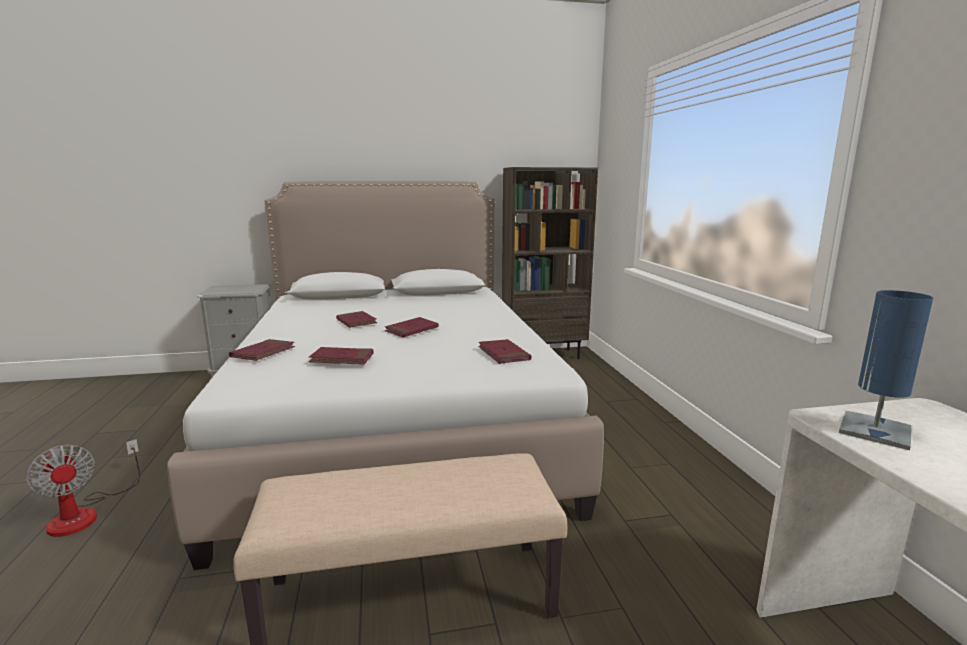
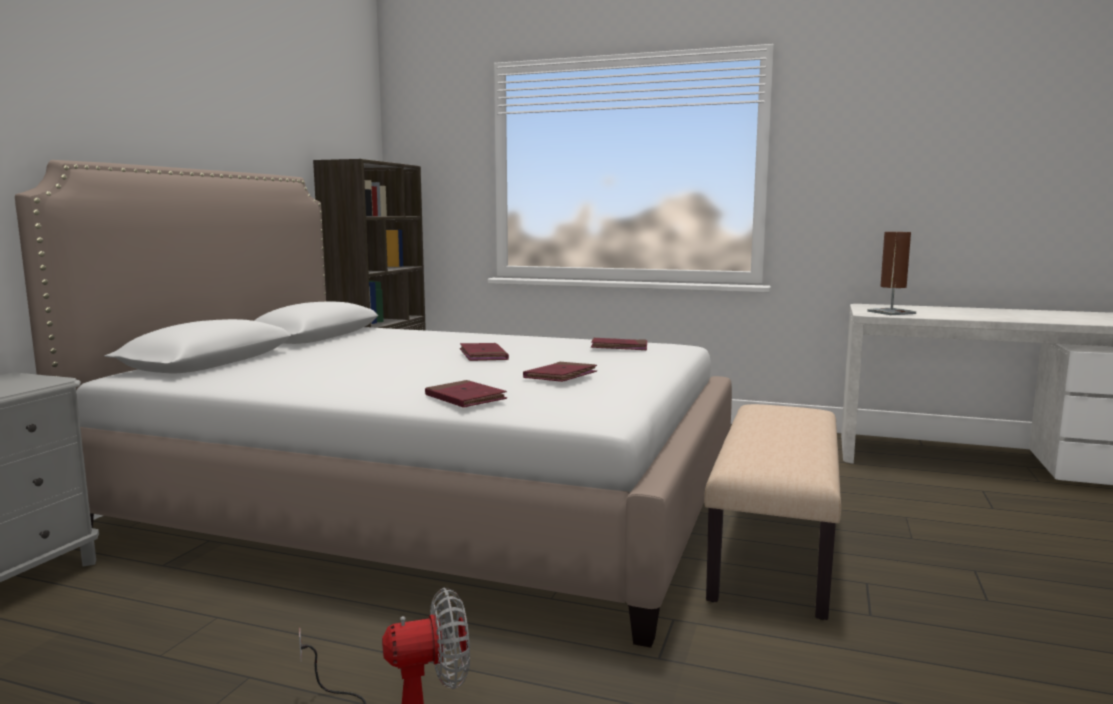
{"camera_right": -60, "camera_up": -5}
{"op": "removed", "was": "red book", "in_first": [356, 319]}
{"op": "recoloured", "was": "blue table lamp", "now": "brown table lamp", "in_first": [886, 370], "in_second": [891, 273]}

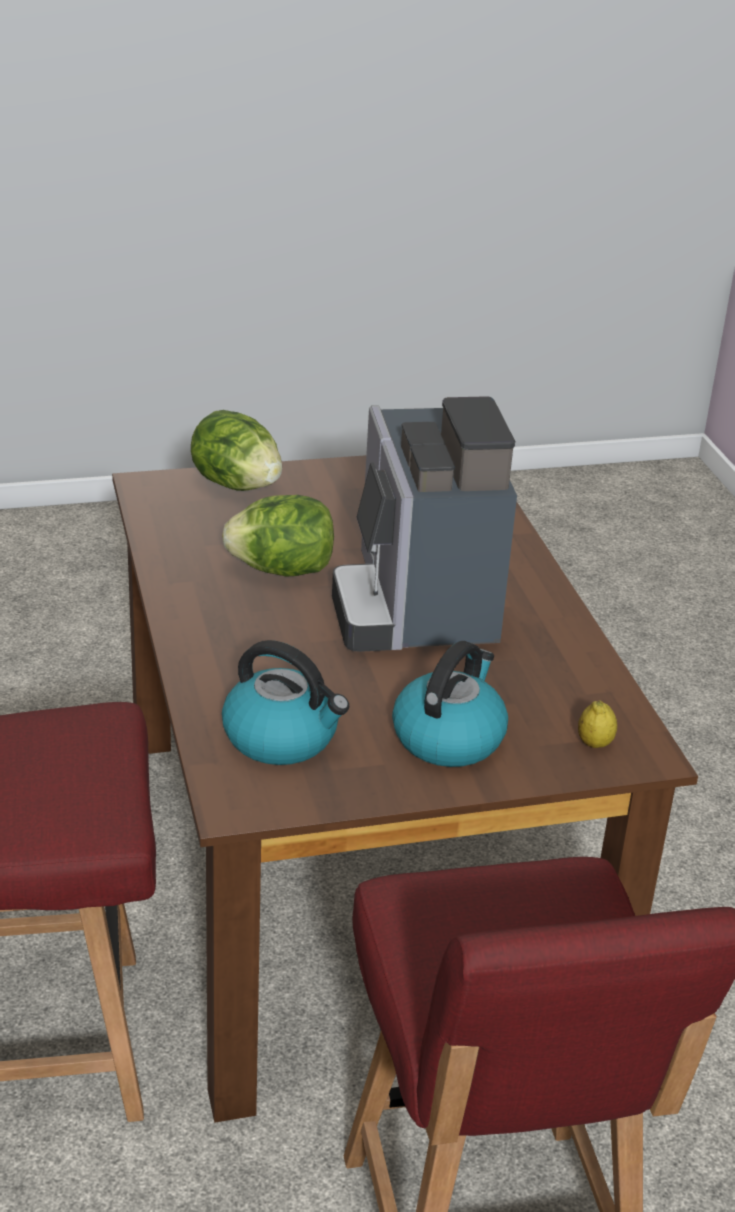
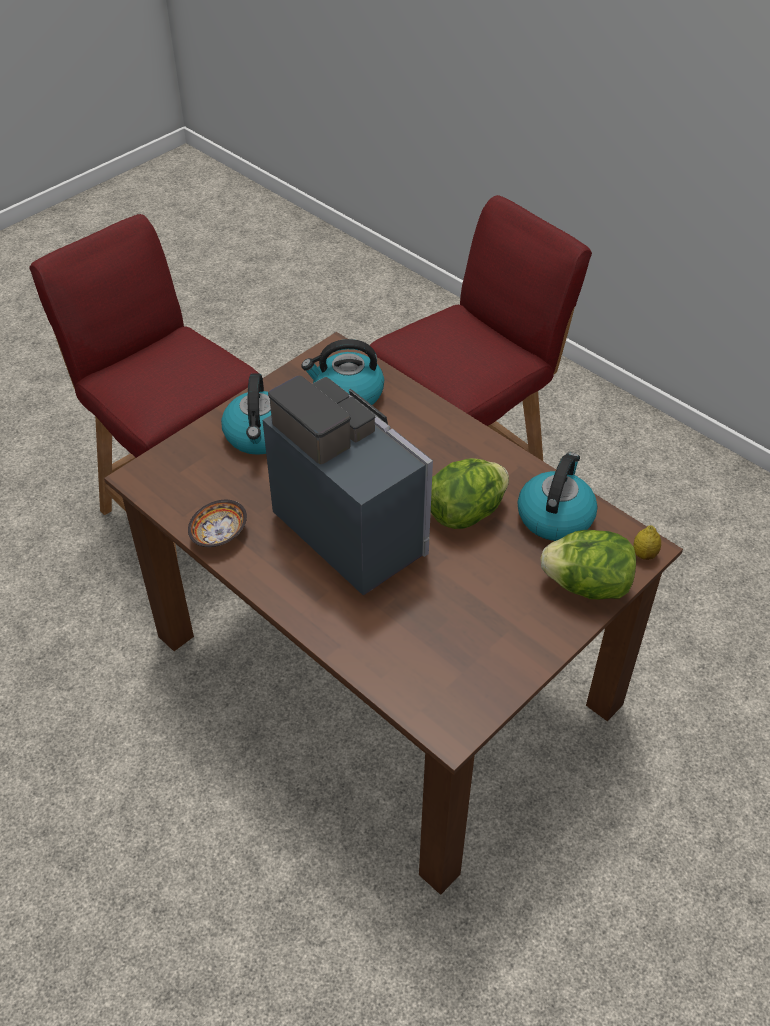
{"camera_right": 150, "camera_up": 15}
{"op": "added", "now": "bowl", "in_second": [217, 523]}
{"op": "added", "now": "kettle", "in_second": [557, 496]}
{"op": "moved", "was": "lemon", "in_first": [597, 724], "in_second": [647, 543]}

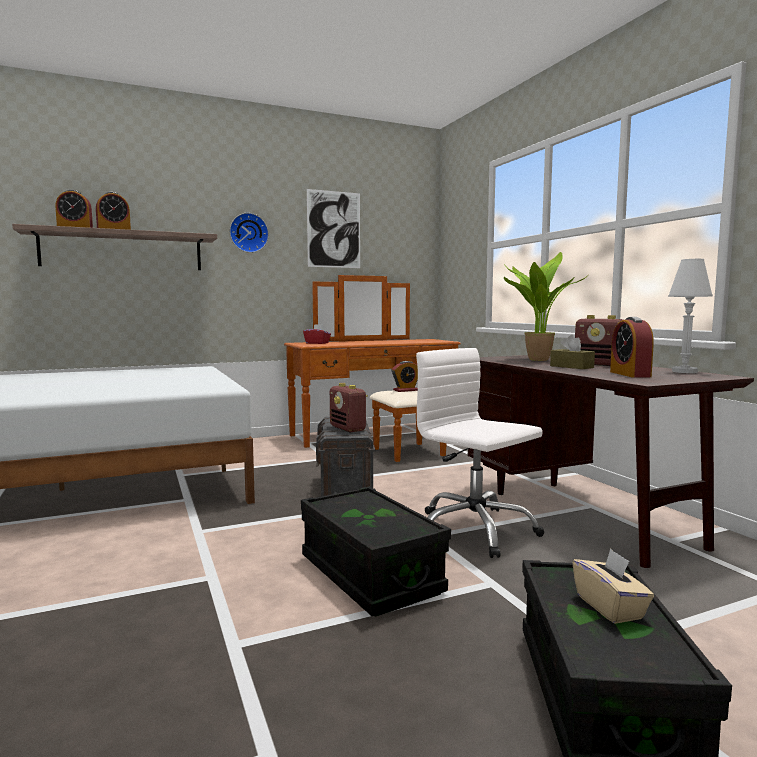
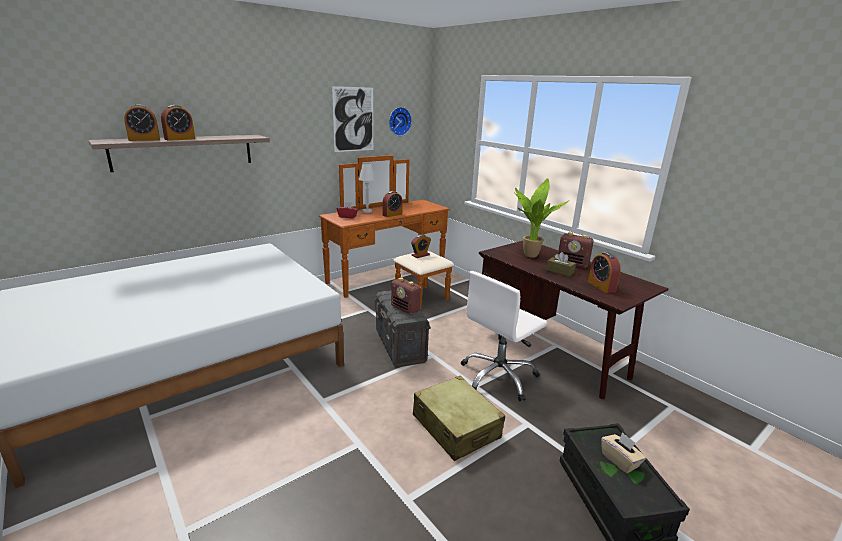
{"camera_right": -15, "camera_up": 15}
{"op": "added", "now": "alarm clock", "in_second": [393, 204]}
{"op": "moved", "was": "wall clock", "in_first": [249, 233], "in_second": [400, 121]}
{"op": "moved", "was": "white table lamp", "in_first": [690, 316], "in_second": [367, 188]}
{"op": "replaced", "was": "black storage box", "now": "beige suitcase", "in_first": [376, 551], "in_second": [459, 418]}
{"op": "turned", "was": "white office chair", "in_first": [480, 453], "in_second": [504, 336], "clockwise": -75}

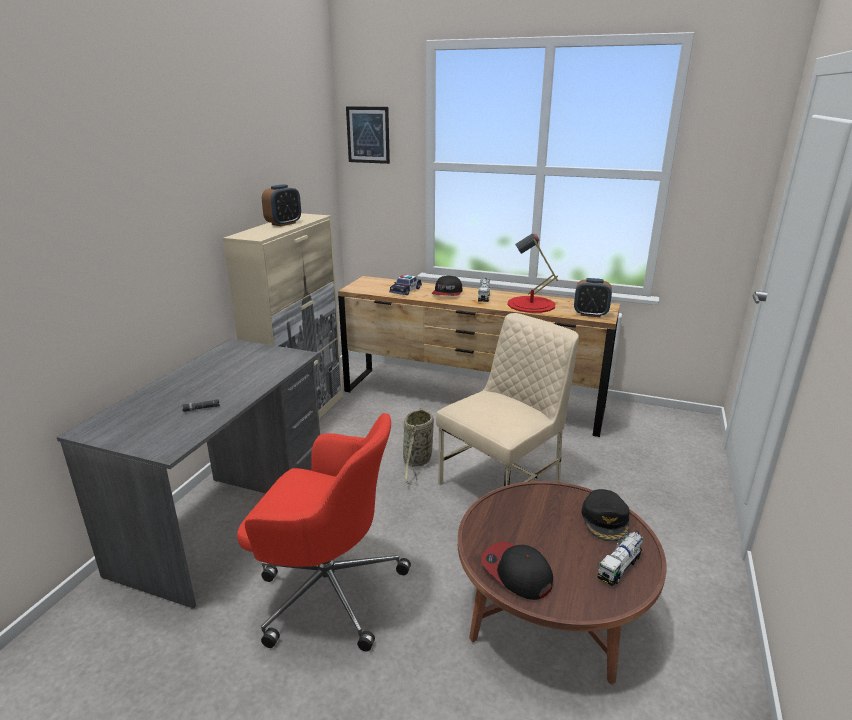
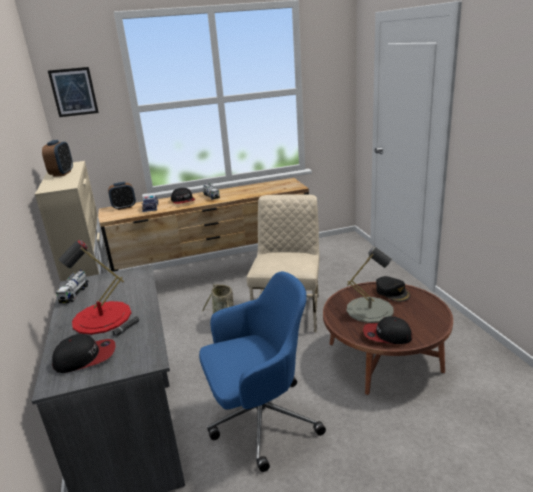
{"camera_right": -35, "camera_up": 0}
{"op": "added", "now": "cap", "in_second": [83, 353]}
{"op": "added", "now": "grey table lamp", "in_second": [370, 285]}
{"op": "moved", "was": "red table lamp", "in_first": [532, 273], "in_second": [94, 287]}
{"op": "moved", "was": "alarm clock", "in_first": [593, 298], "in_second": [122, 196]}
{"op": "moved", "was": "toy truck", "in_first": [620, 558], "in_second": [72, 286]}
{"op": "recoloured", "was": "red office chair", "now": "blue office chair", "in_first": [324, 532], "in_second": [262, 371]}

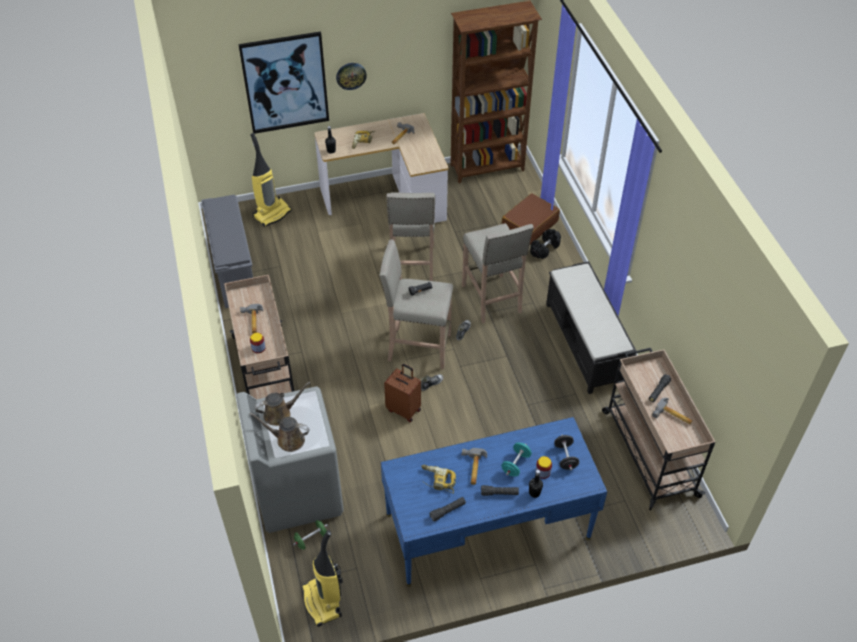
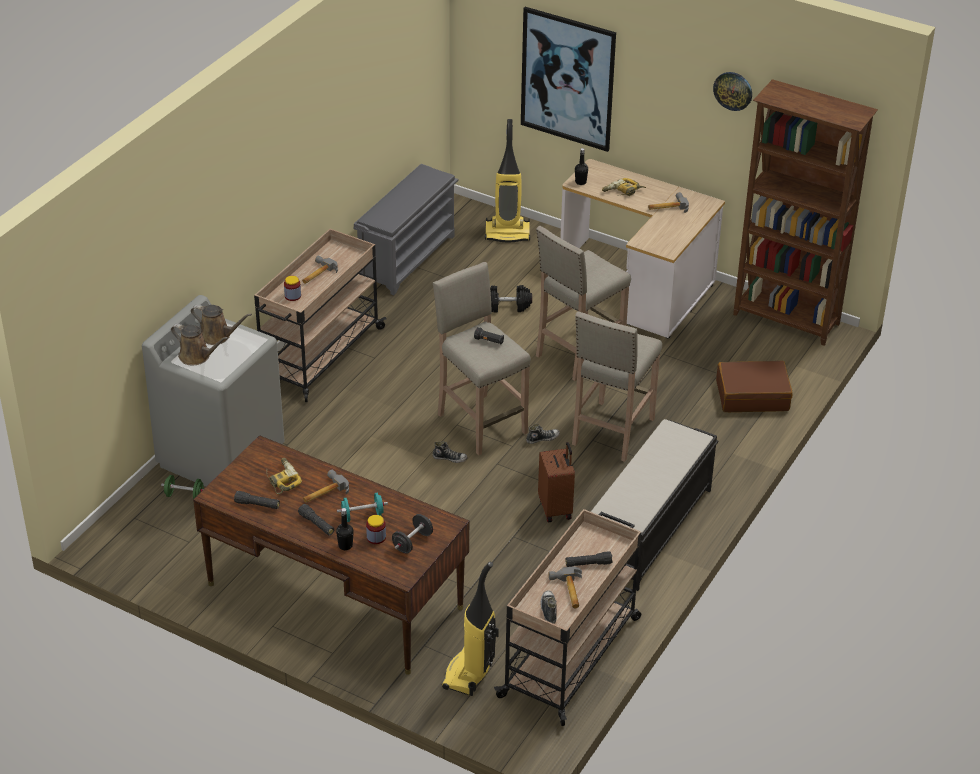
{"camera_right": 45, "camera_up": -10}
{"op": "added", "now": "shoe", "in_second": [548, 607]}
{"op": "moved", "was": "vacuum cleaner", "in_first": [322, 578], "in_second": [470, 628]}
{"op": "moved", "was": "wall clock", "in_first": [351, 76], "in_second": [732, 91]}
{"op": "moved", "was": "brown suitcase", "in_first": [402, 393], "in_second": [556, 482]}
{"op": "moved", "was": "black dumbbell", "in_first": [545, 244], "in_second": [511, 299]}
{"op": "recoloured", "was": "blue desk", "now": "brown desk", "in_first": [494, 502], "in_second": [331, 555]}
{"op": "turned", "was": "brown watering can", "in_first": [279, 432], "in_second": [199, 344], "clockwise": 150}

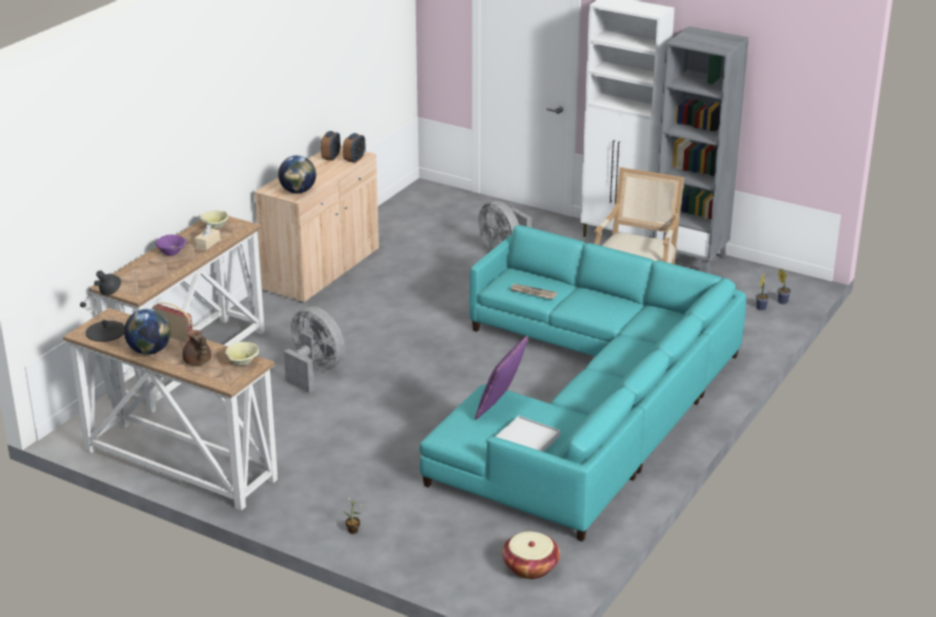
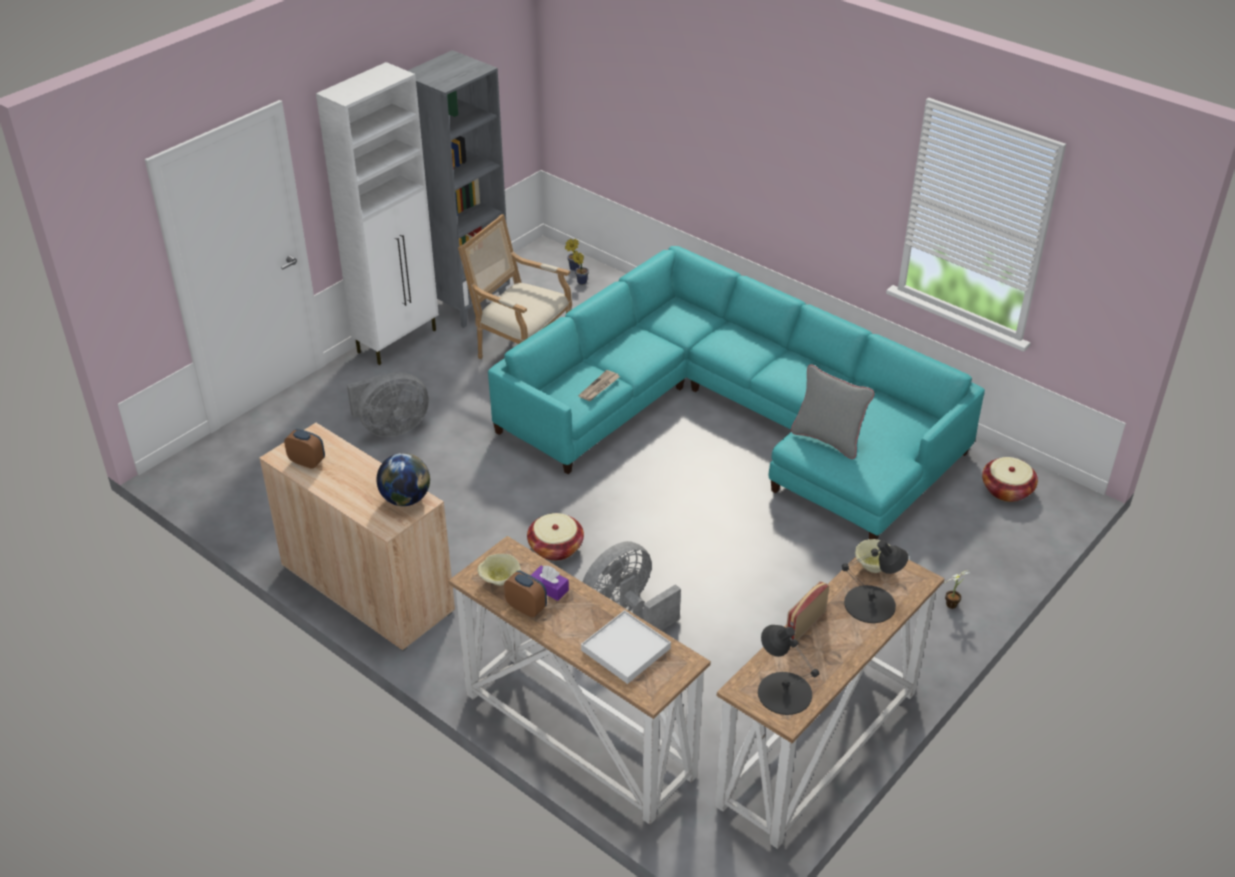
{"camera_right": -80, "camera_up": 10}
{"op": "removed", "was": "globe", "in_first": [147, 331]}
{"op": "removed", "was": "purple bowl", "in_first": [170, 245]}
{"op": "added", "now": "basket", "in_second": [555, 537]}
{"op": "moved", "was": "alarm clock", "in_first": [354, 148], "in_second": [525, 594]}
{"op": "moved", "was": "white tray", "in_first": [527, 434], "in_second": [626, 647]}
{"op": "replaced", "was": "brown teapot", "now": "black table lamp", "in_first": [196, 347], "in_second": [875, 581]}
{"op": "recoloured", "was": "beige tissue box", "now": "purple tissue box", "in_first": [207, 237], "in_second": [549, 583]}
{"op": "recoloured", "was": "purple pillow", "now": "grey pillow", "in_first": [501, 378], "in_second": [832, 411]}

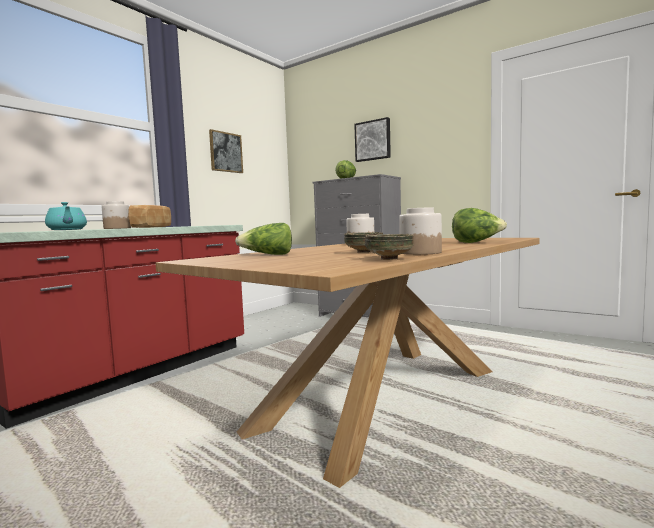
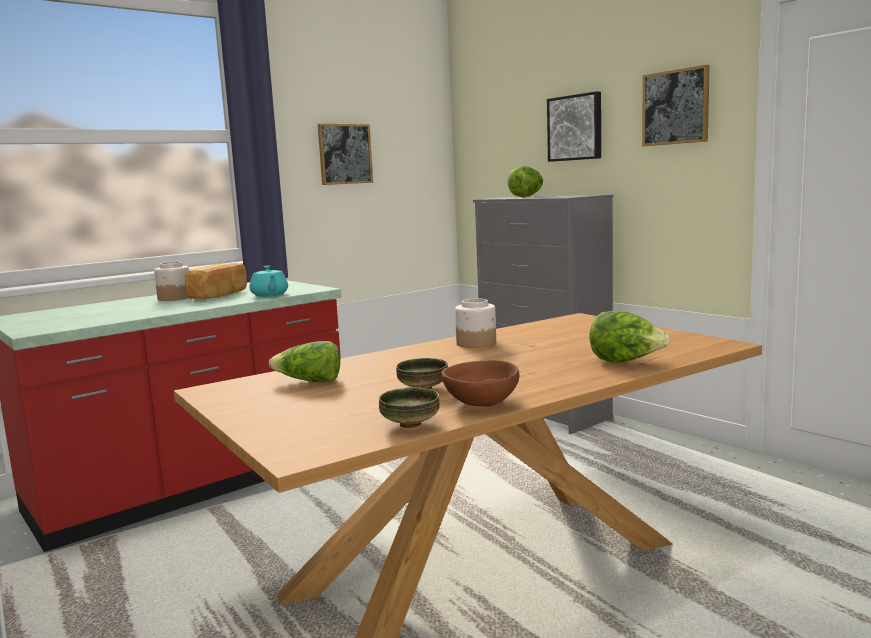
{"camera_right": 15, "camera_up": 5}
{"op": "added", "now": "picture", "in_second": [676, 105]}
{"op": "moved", "was": "turquoise teapot", "in_first": [66, 216], "in_second": [269, 281]}
{"op": "replaced", "was": "jar", "now": "brown bowl", "in_first": [420, 231], "in_second": [480, 383]}

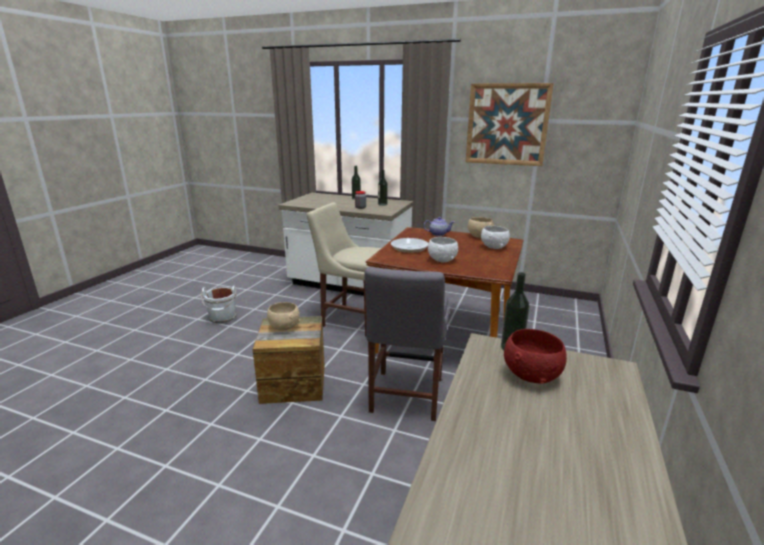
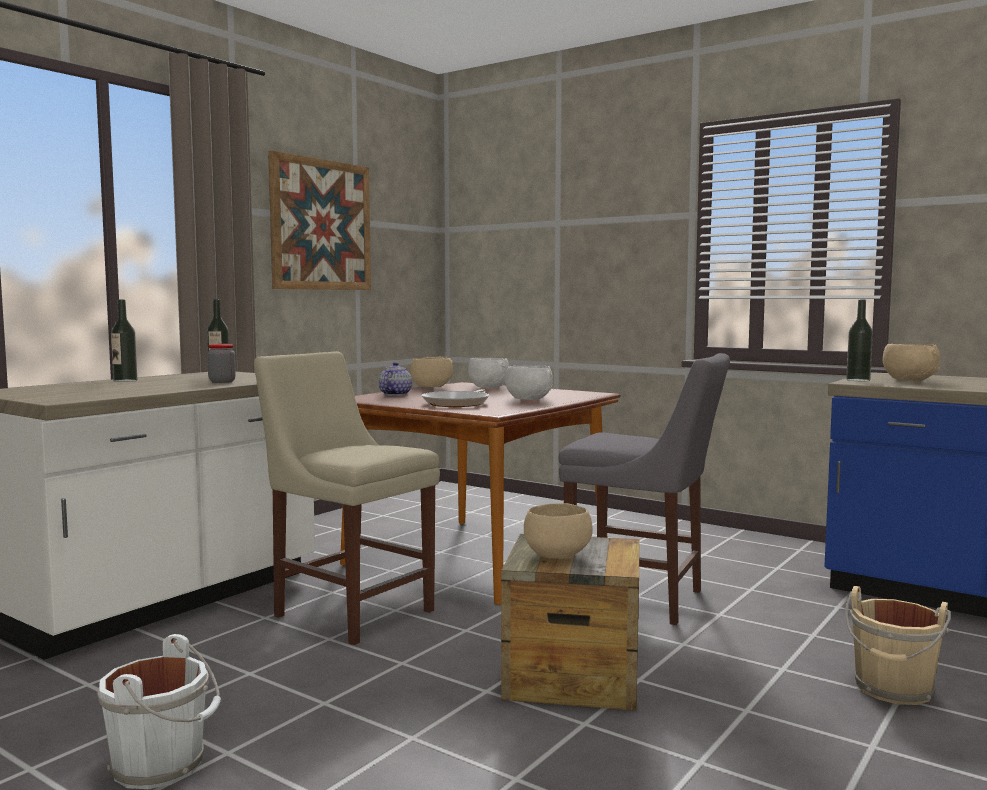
{"camera_right": -75, "camera_up": -15}
{"op": "added", "now": "beige bucket", "in_second": [898, 645]}
{"op": "recoloured", "was": "red bowl", "now": "beige bowl", "in_first": [535, 356], "in_second": [911, 362]}
{"op": "turned", "was": "beige chair", "in_first": [344, 269], "in_second": [347, 498], "clockwise": 90}

